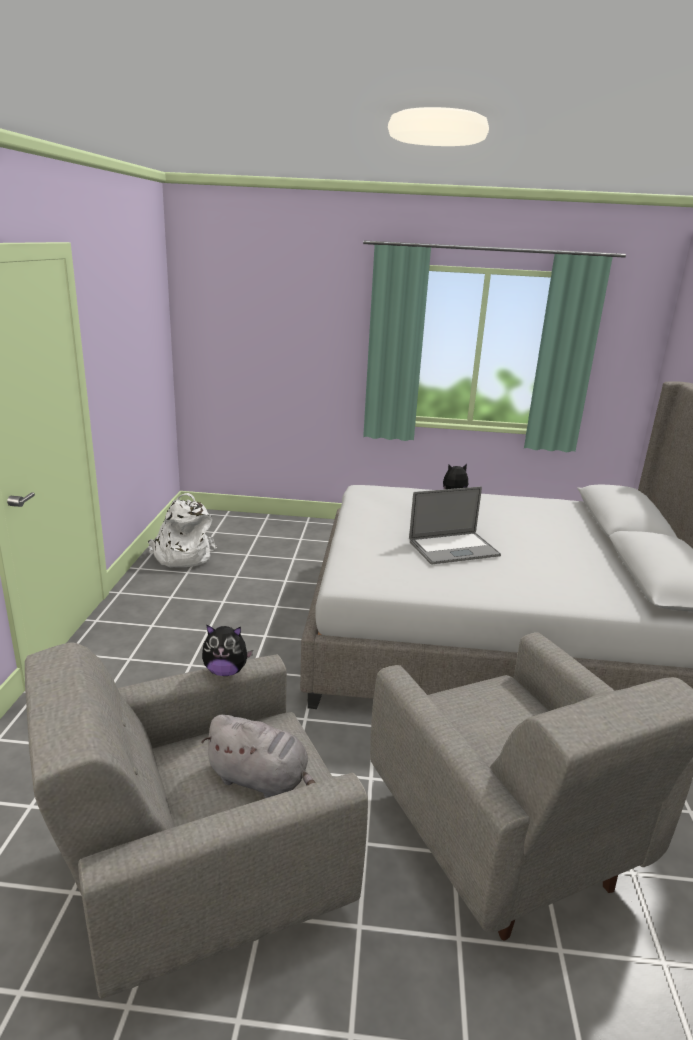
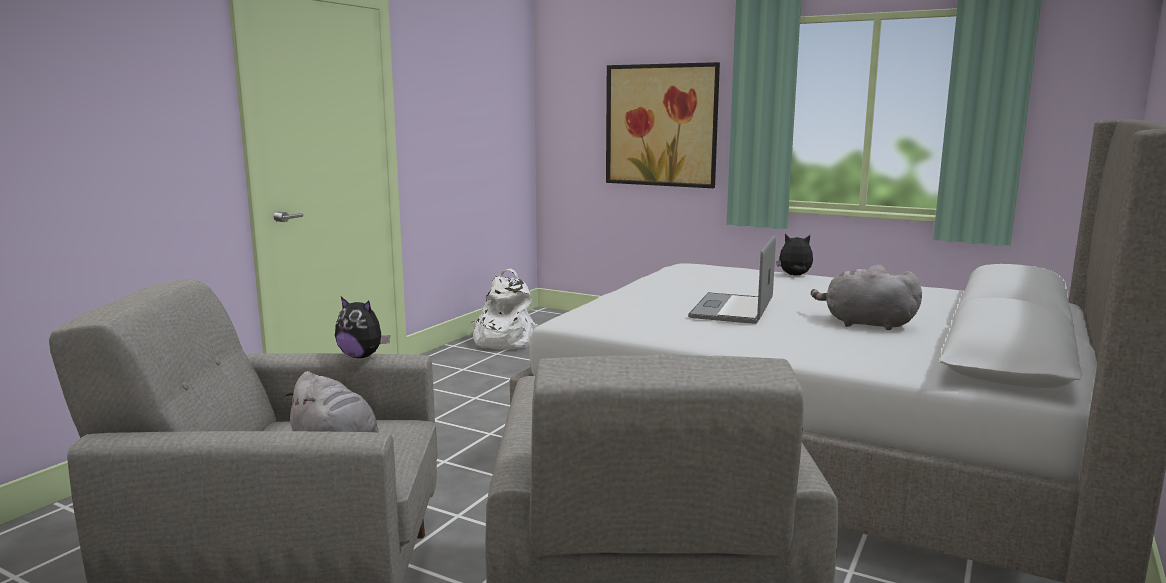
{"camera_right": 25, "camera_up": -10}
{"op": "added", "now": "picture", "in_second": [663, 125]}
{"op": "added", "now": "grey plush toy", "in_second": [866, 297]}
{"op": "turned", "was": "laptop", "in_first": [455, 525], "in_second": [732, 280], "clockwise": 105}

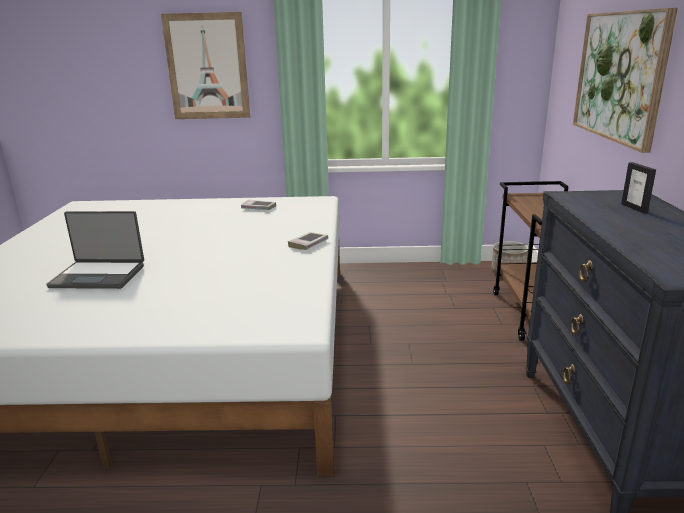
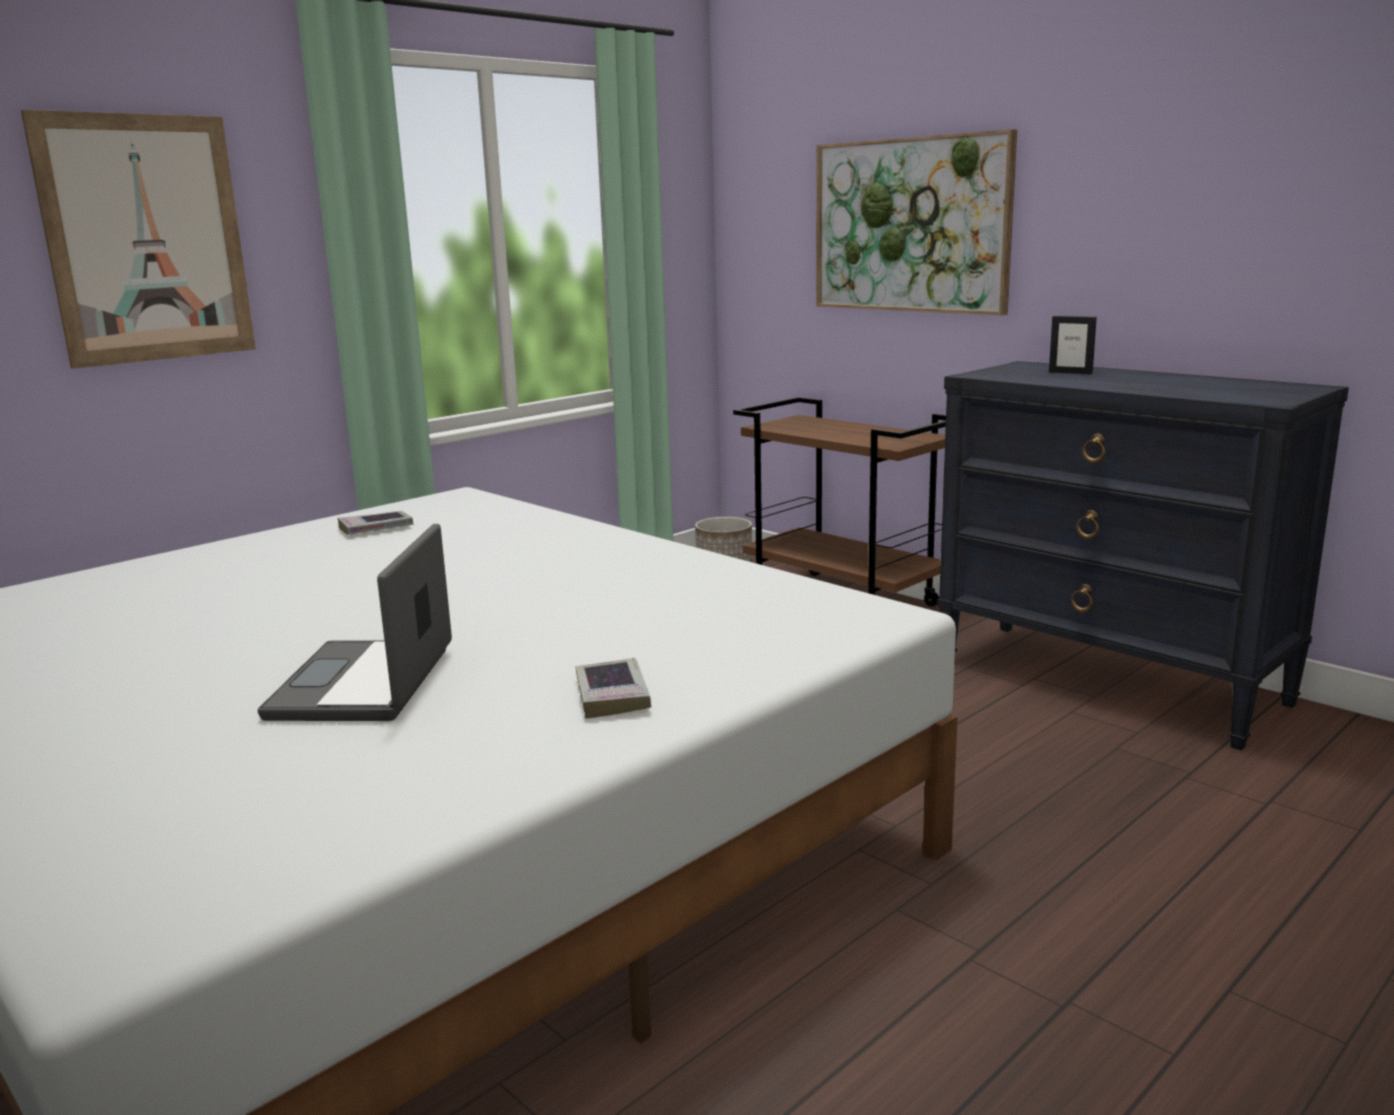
{"camera_right": -45, "camera_up": -5}
{"op": "moved", "was": "book", "in_first": [308, 241], "in_second": [613, 688]}
{"op": "turned", "was": "laptop", "in_first": [95, 250], "in_second": [355, 622], "clockwise": 135}

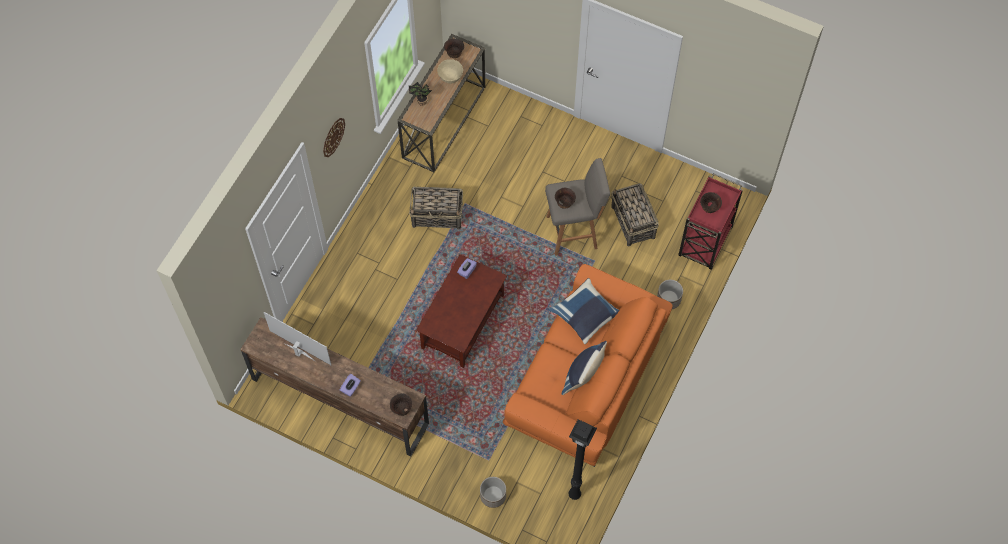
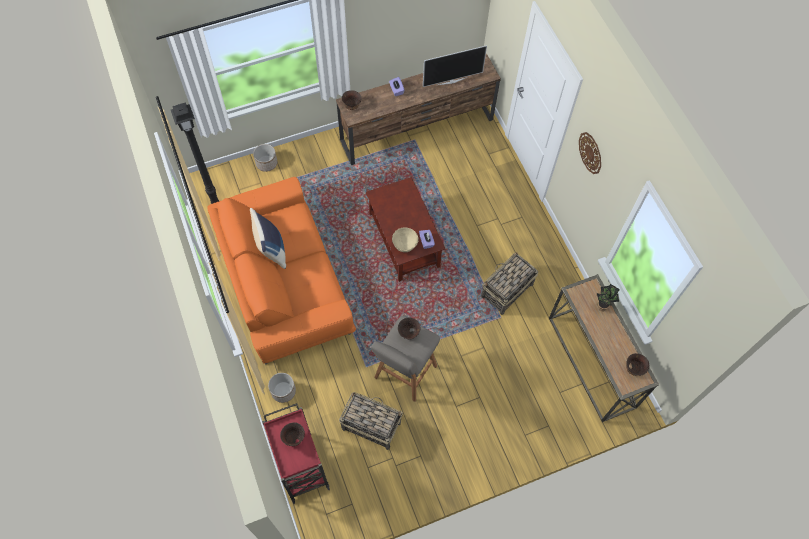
{"camera_right": 130, "camera_up": 0}
{"op": "removed", "was": "blue pillow", "in_first": [584, 311]}
{"op": "moved", "was": "beige bowl", "in_first": [450, 71], "in_second": [405, 239]}

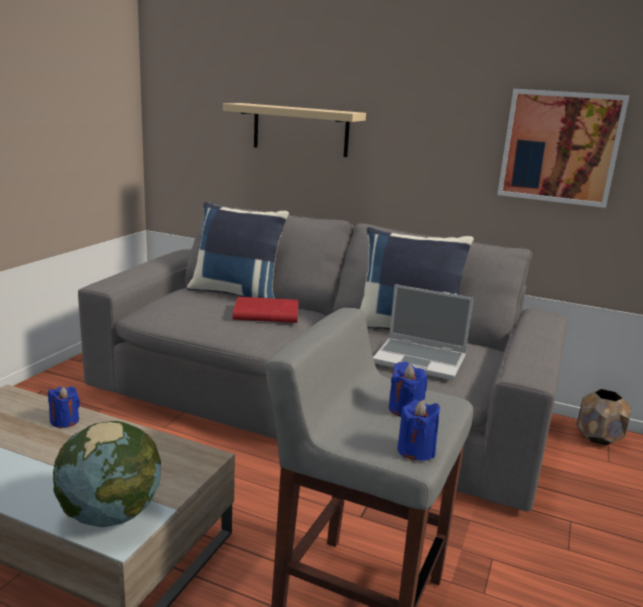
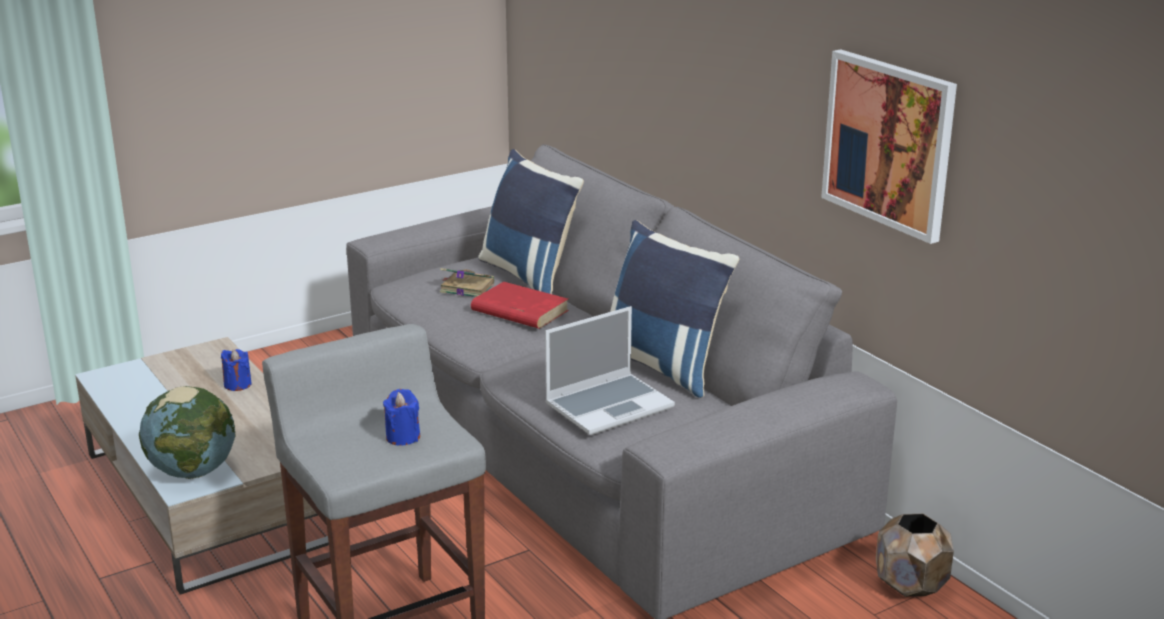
{"camera_right": 35, "camera_up": 5}
{"op": "removed", "was": "beige shelf", "in_first": [294, 130]}
{"op": "removed", "was": "blue candle", "in_first": [418, 430]}
{"op": "added", "now": "book", "in_second": [467, 282]}
{"op": "turned", "was": "laptop", "in_first": [423, 332], "in_second": [610, 370], "clockwise": -90}

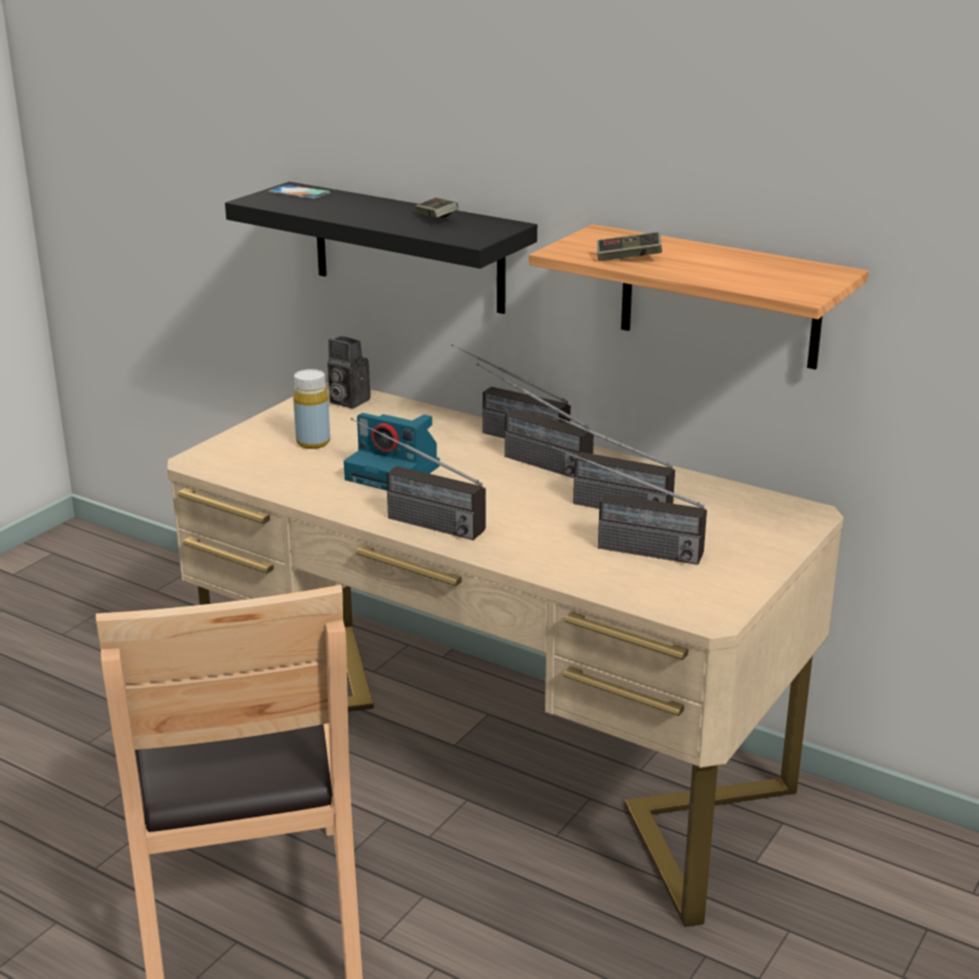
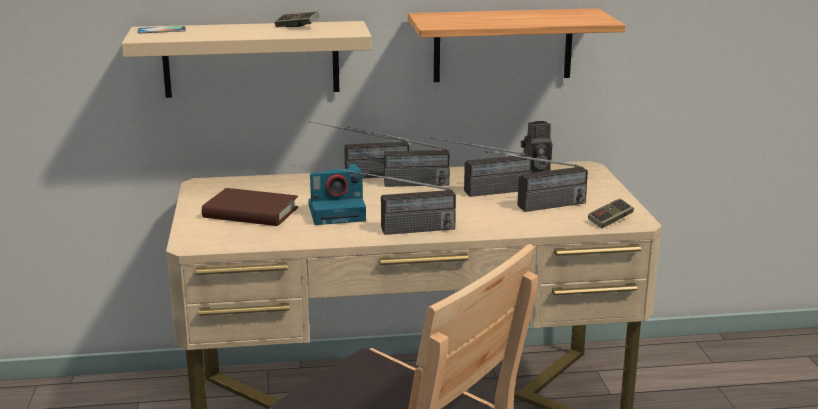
{"camera_right": -40, "camera_up": -5}
{"op": "moved", "was": "photo camera", "in_first": [349, 372], "in_second": [536, 147]}
{"op": "moved", "was": "game controller", "in_first": [629, 246], "in_second": [611, 213]}
{"op": "replaced", "was": "yellow bottle", "now": "brown book", "in_first": [311, 409], "in_second": [250, 207]}
{"op": "recoloured", "was": "black shelf", "now": "beige shelf", "in_first": [381, 248], "in_second": [247, 59]}

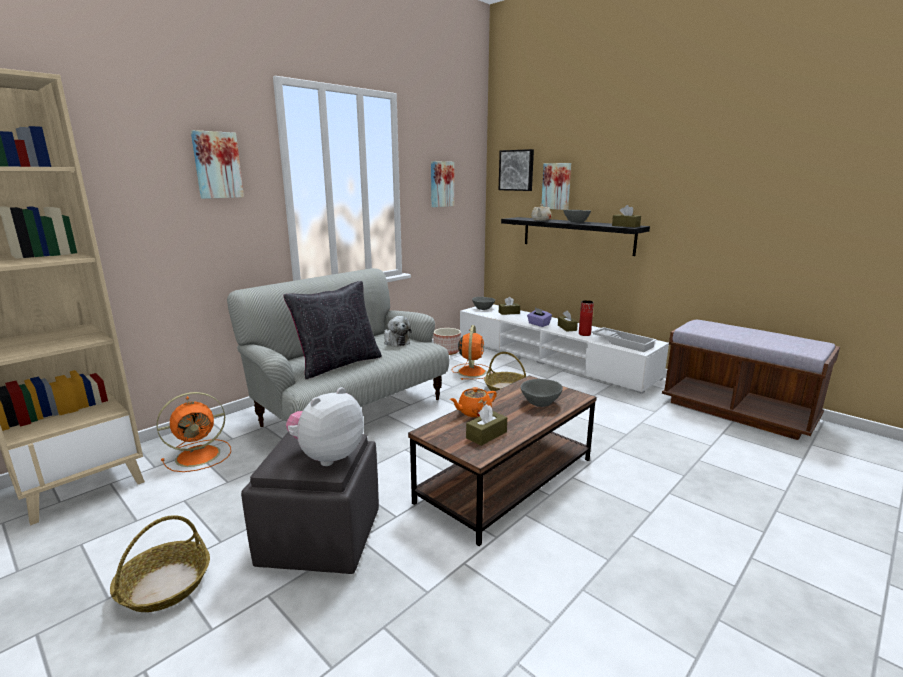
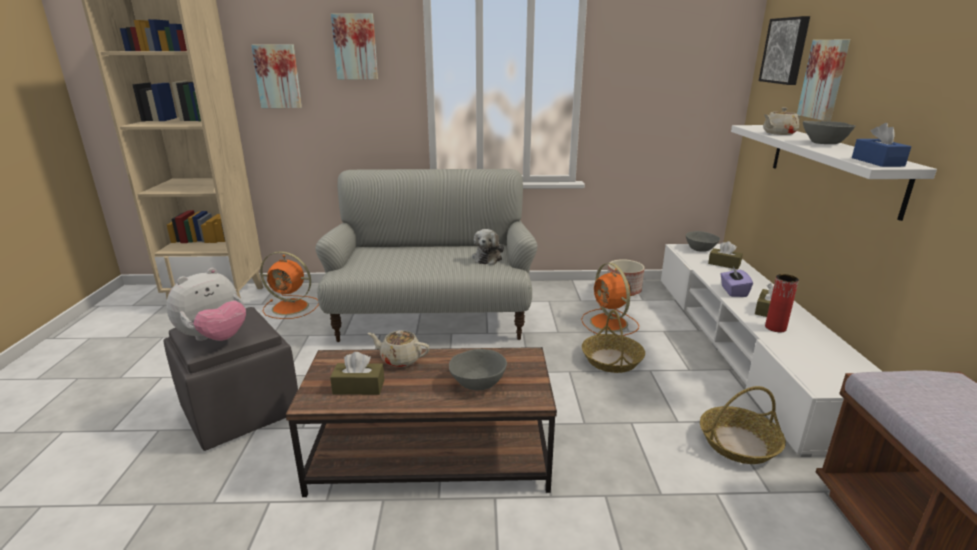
{"camera_right": 45, "camera_up": 5}
{"op": "removed", "was": "black pillow", "in_first": [332, 330]}
{"op": "removed", "was": "white tray", "in_first": [624, 339]}
{"op": "moved", "was": "basket", "in_first": [160, 563], "in_second": [743, 425]}
{"op": "moved", "was": "picture", "in_first": [442, 184], "in_second": [276, 76]}
{"op": "recoloured", "was": "orange teapot", "now": "beige teapot", "in_first": [473, 402], "in_second": [399, 348]}
{"op": "recoloured", "was": "black shelf", "now": "white shelf", "in_first": [575, 236], "in_second": [834, 173]}
{"op": "recoloured", "was": "brown tissue box", "now": "blue tissue box", "in_first": [626, 216], "in_second": [881, 145]}
{"op": "turned", "was": "plush toy", "in_first": [325, 426], "in_second": [206, 304], "clockwise": 135}
{"op": "turned", "was": "orange fan", "in_first": [472, 352], "in_second": [610, 299], "clockwise": 105}

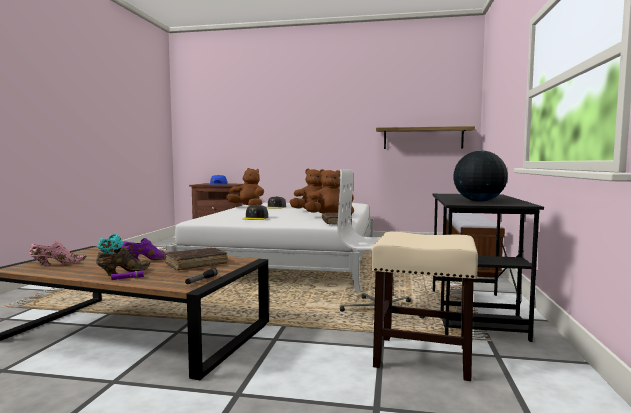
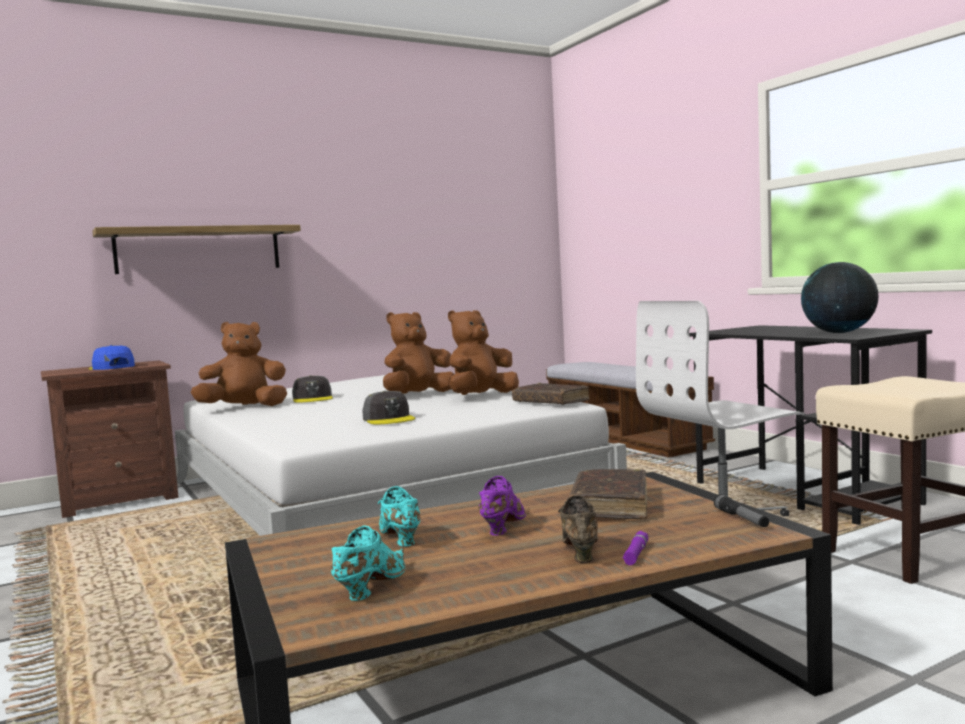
{"camera_right": -40, "camera_up": 0}
{"op": "moved", "was": "shelf", "in_first": [425, 137], "in_second": [196, 249]}
{"op": "recoloured", "was": "pink shoe", "now": "turquoise shoe", "in_first": [57, 253], "in_second": [368, 563]}

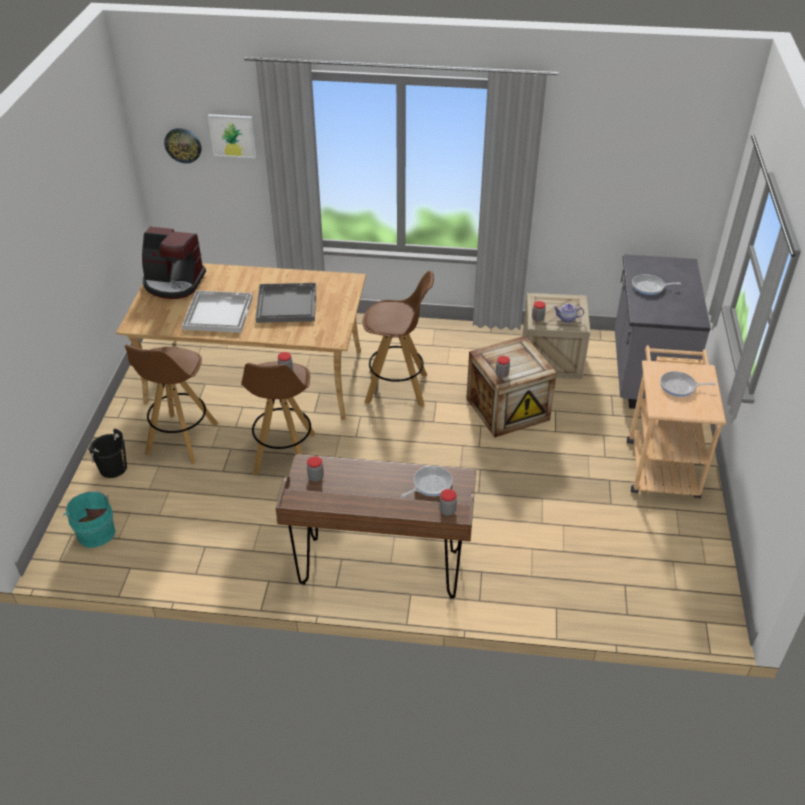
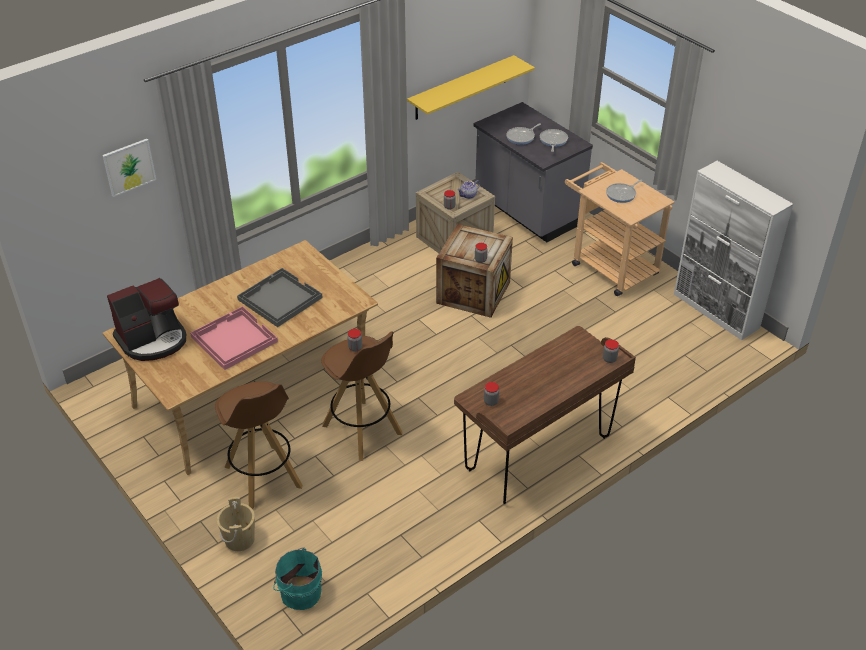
{"camera_right": -45, "camera_up": 0}
{"op": "removed", "was": "wall clock", "in_first": [183, 145]}
{"op": "removed", "was": "brown stool", "in_first": [398, 339]}
{"op": "added", "now": "yellow shelf", "in_second": [471, 87]}
{"op": "added", "now": "white cabinet", "in_second": [733, 251]}
{"op": "moved", "was": "frying pan", "in_first": [427, 482], "in_second": [554, 140]}
{"op": "recoloured", "was": "black bucket", "now": "beige bucket", "in_first": [107, 453], "in_second": [236, 524]}
{"op": "recoloured", "was": "white tray", "now": "pink tray", "in_first": [217, 312], "in_second": [234, 338]}

